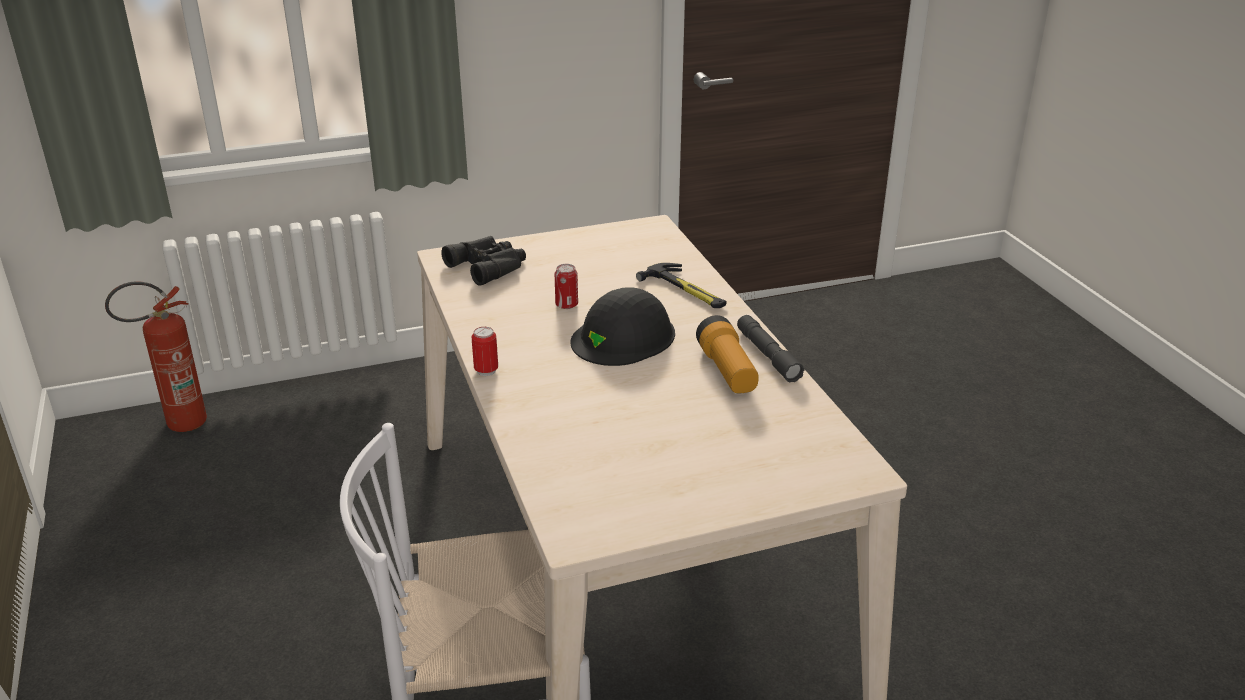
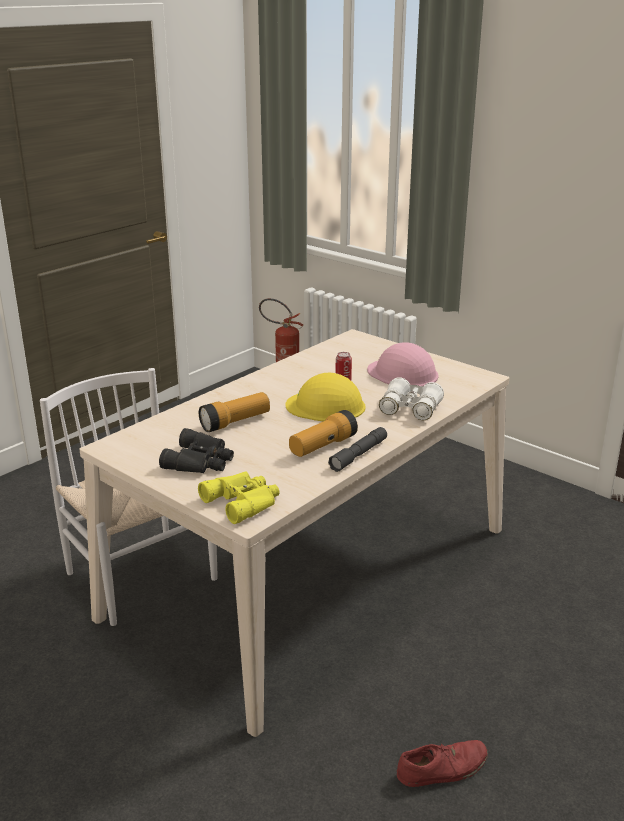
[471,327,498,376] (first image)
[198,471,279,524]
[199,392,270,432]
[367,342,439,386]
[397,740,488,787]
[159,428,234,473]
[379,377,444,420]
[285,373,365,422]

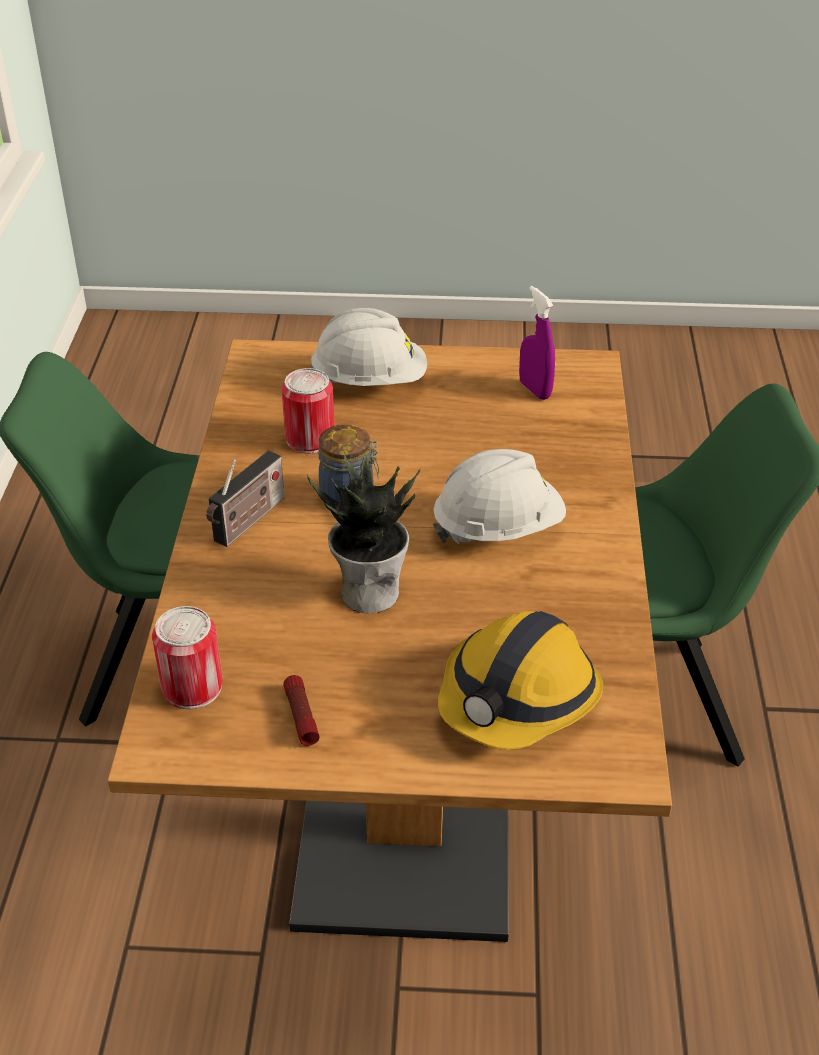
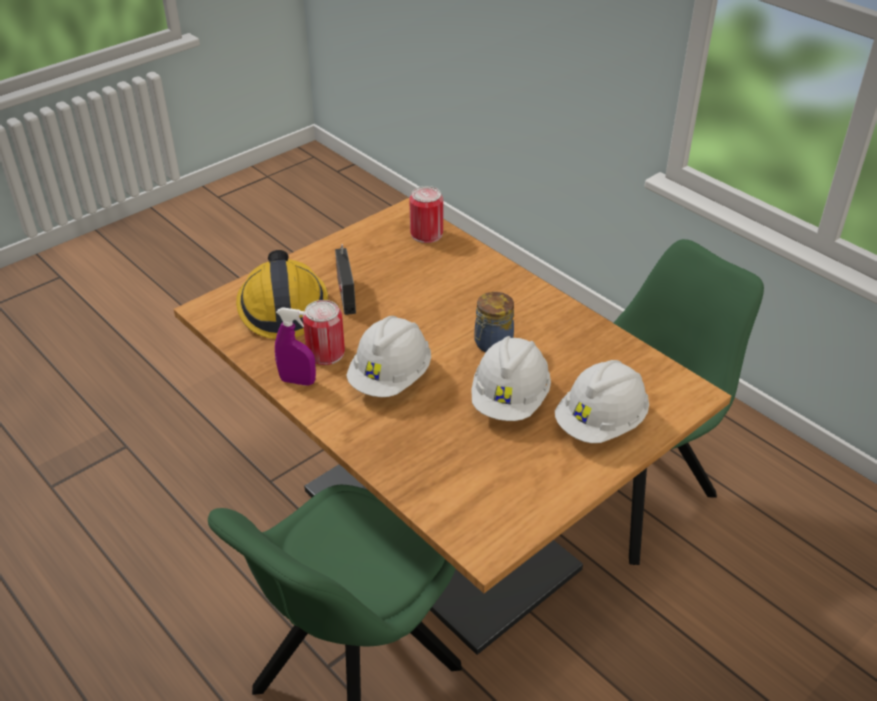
[283,675,320,746] (first image)
[307,452,421,613] (first image)
[471,336,551,421]
[335,244,356,315]
[303,300,345,365]
[275,307,316,386]

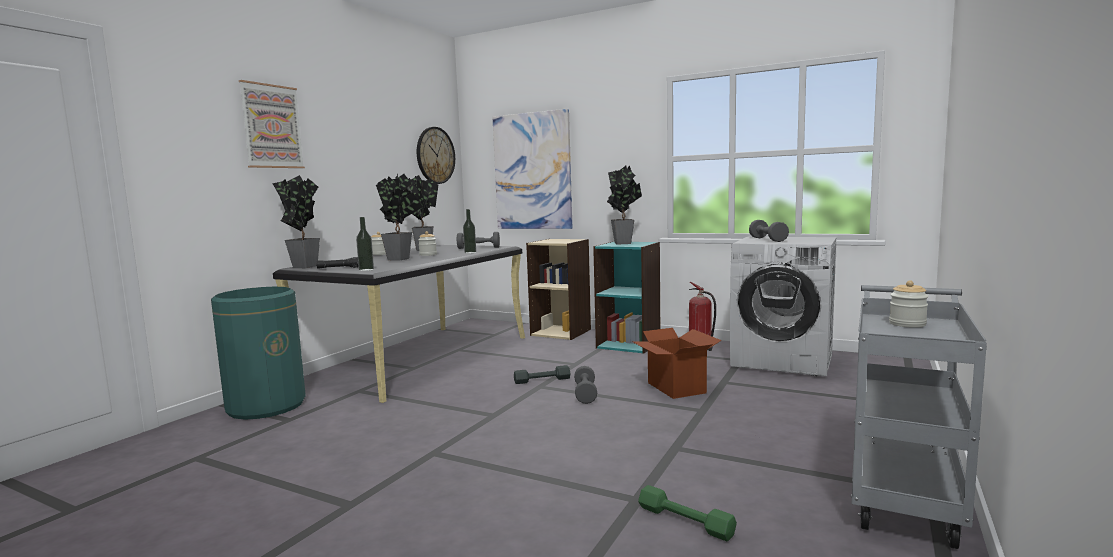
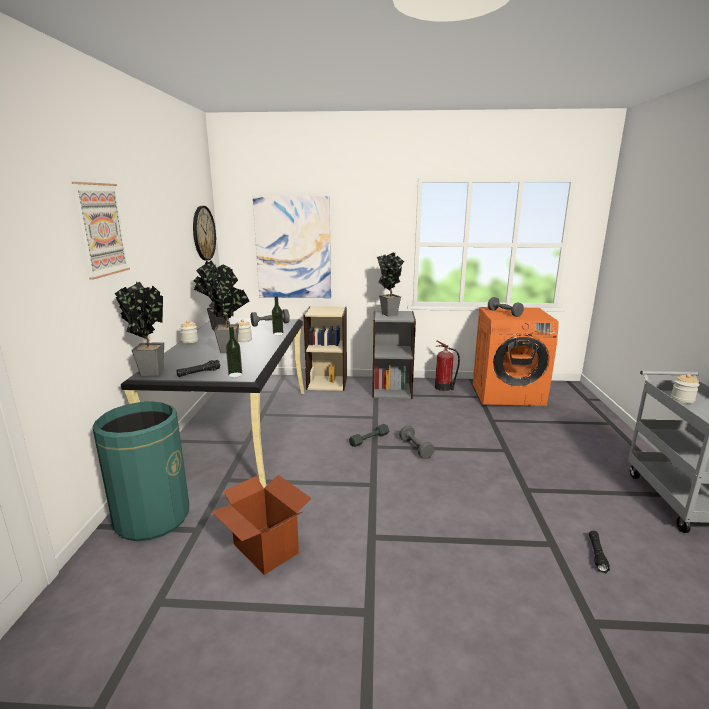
[211,475,311,575]
[589,531,610,573]
[372,310,416,399]
[473,307,559,406]

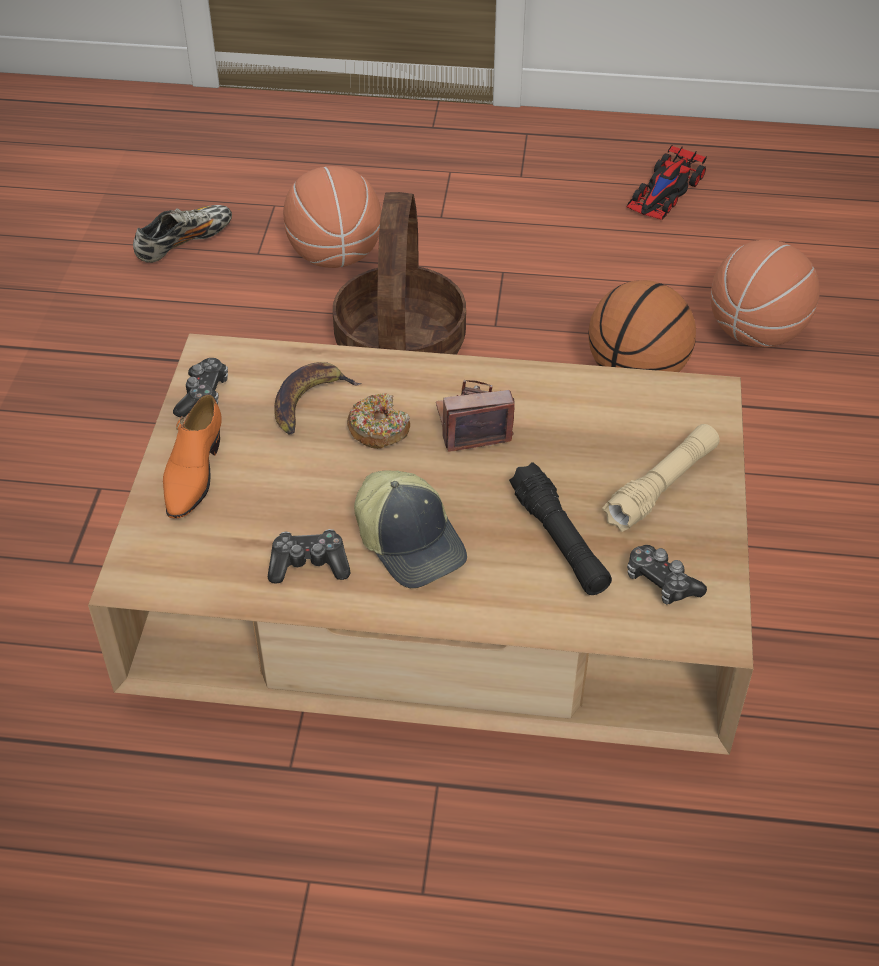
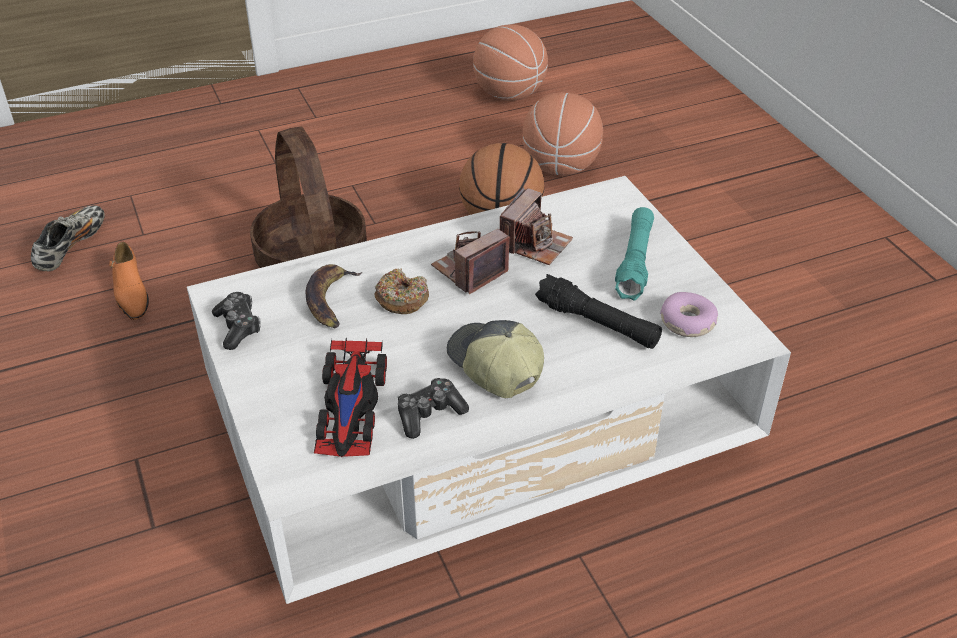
[500,187,573,265]
[109,242,149,320]
[473,24,548,101]
[314,338,387,457]
[660,292,718,337]
[187,176,791,604]
[615,207,654,300]
[447,320,544,398]

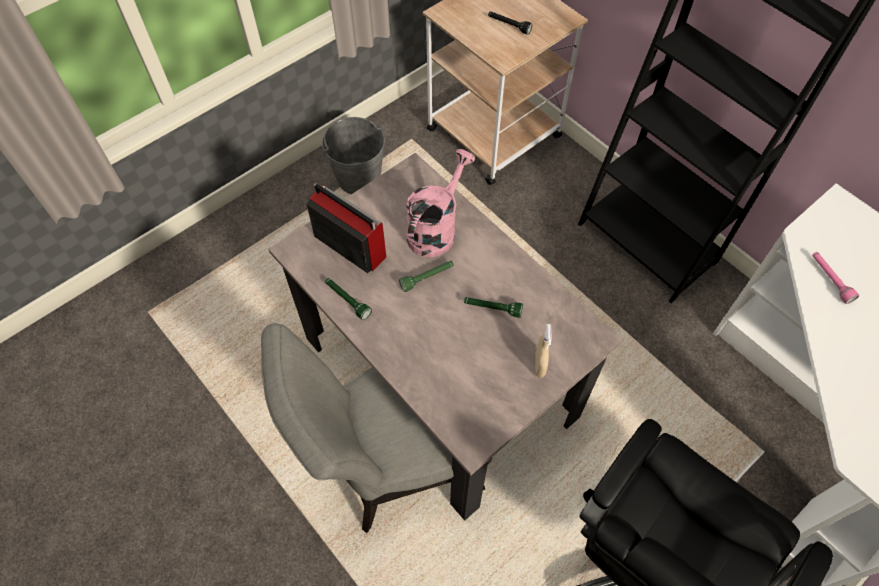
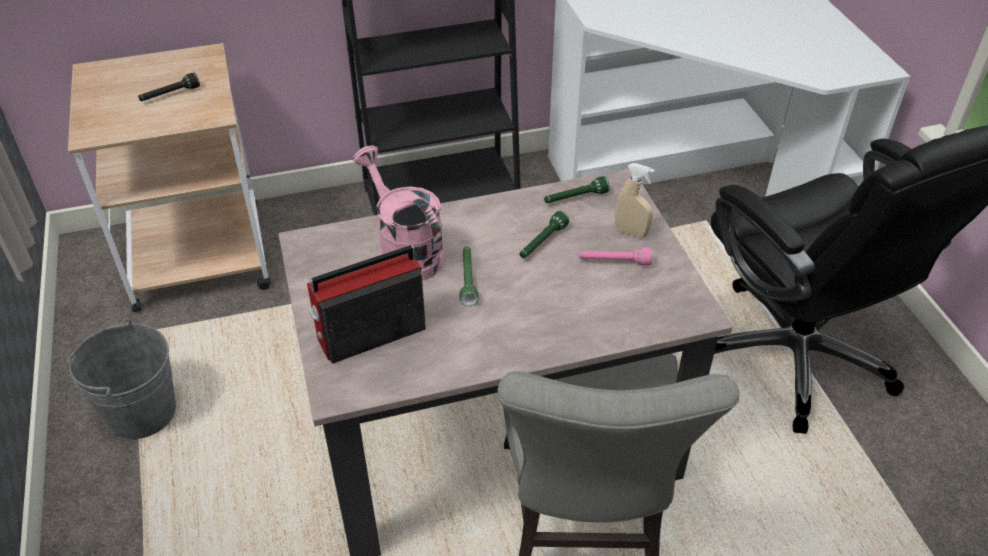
[544,176,610,203]
[579,247,652,266]

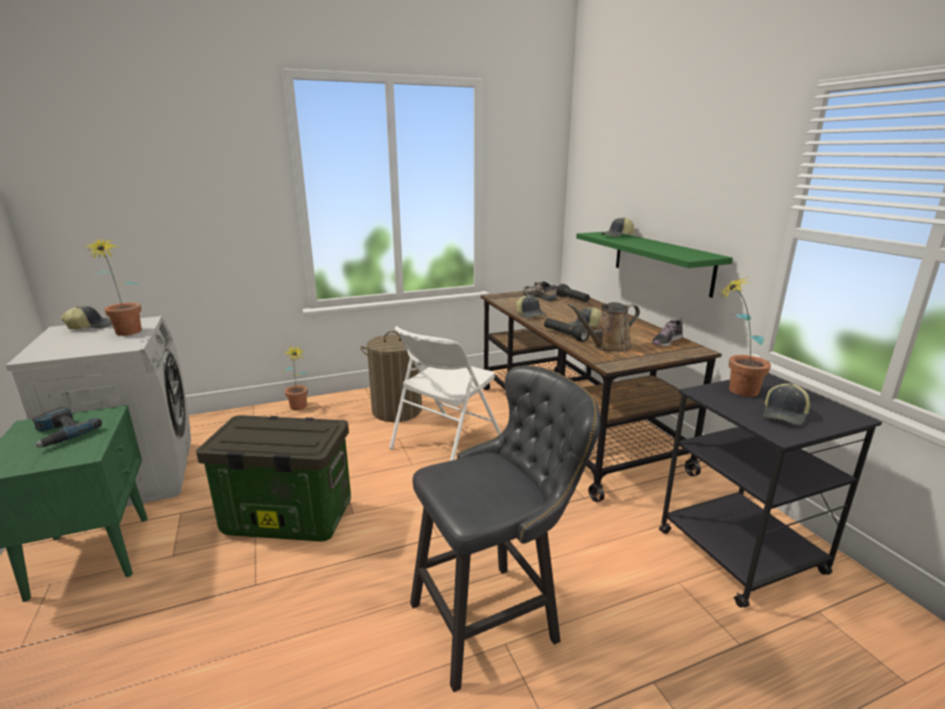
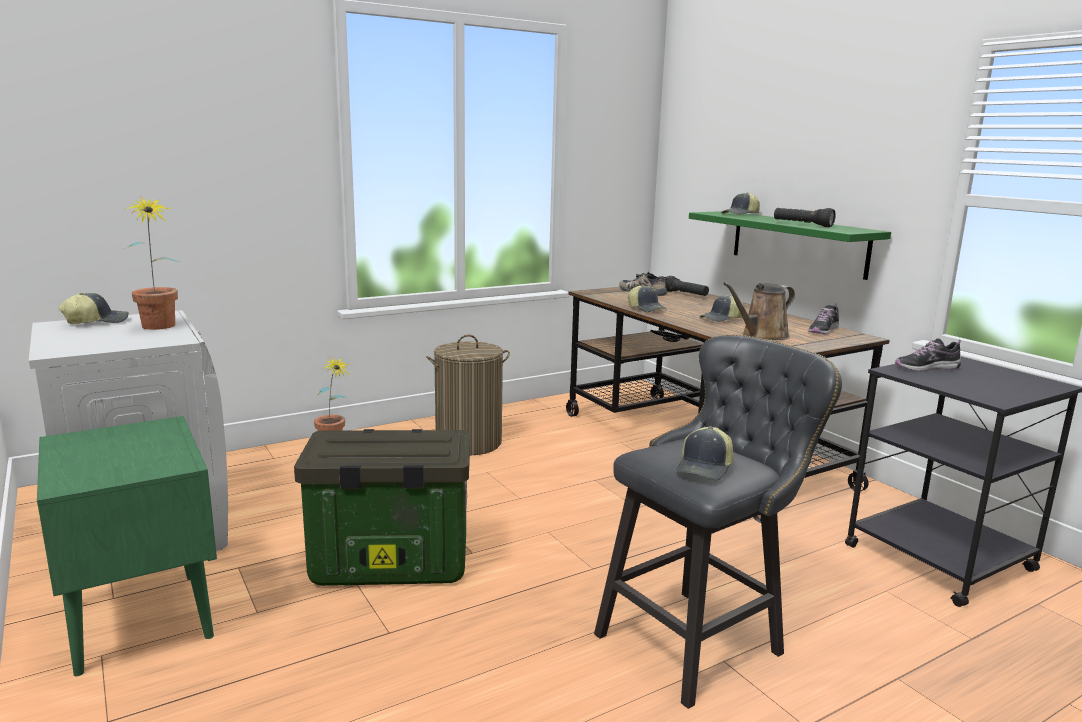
[32,407,102,448] (first image)
[389,326,501,461] (first image)
[774,208,836,227]
[676,426,733,481]
[895,338,961,371]

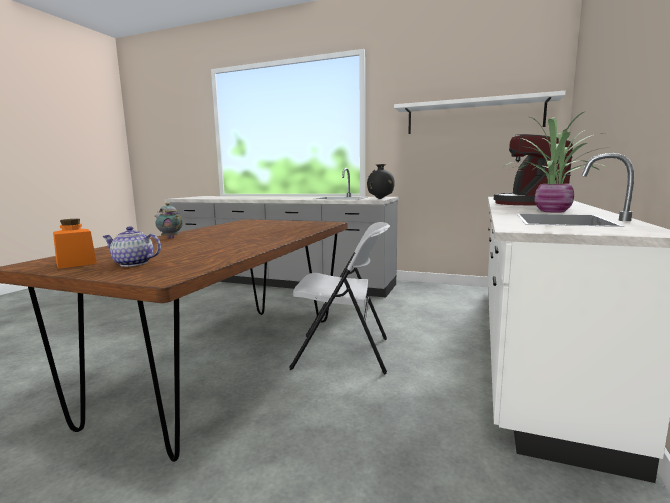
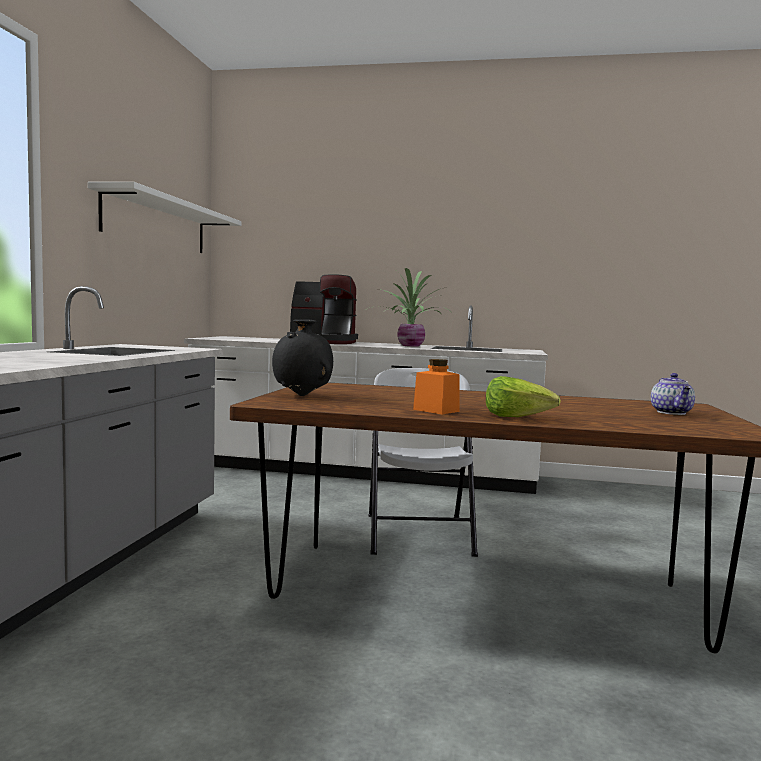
[413,359,460,414]
[272,319,333,396]
[486,376,561,417]

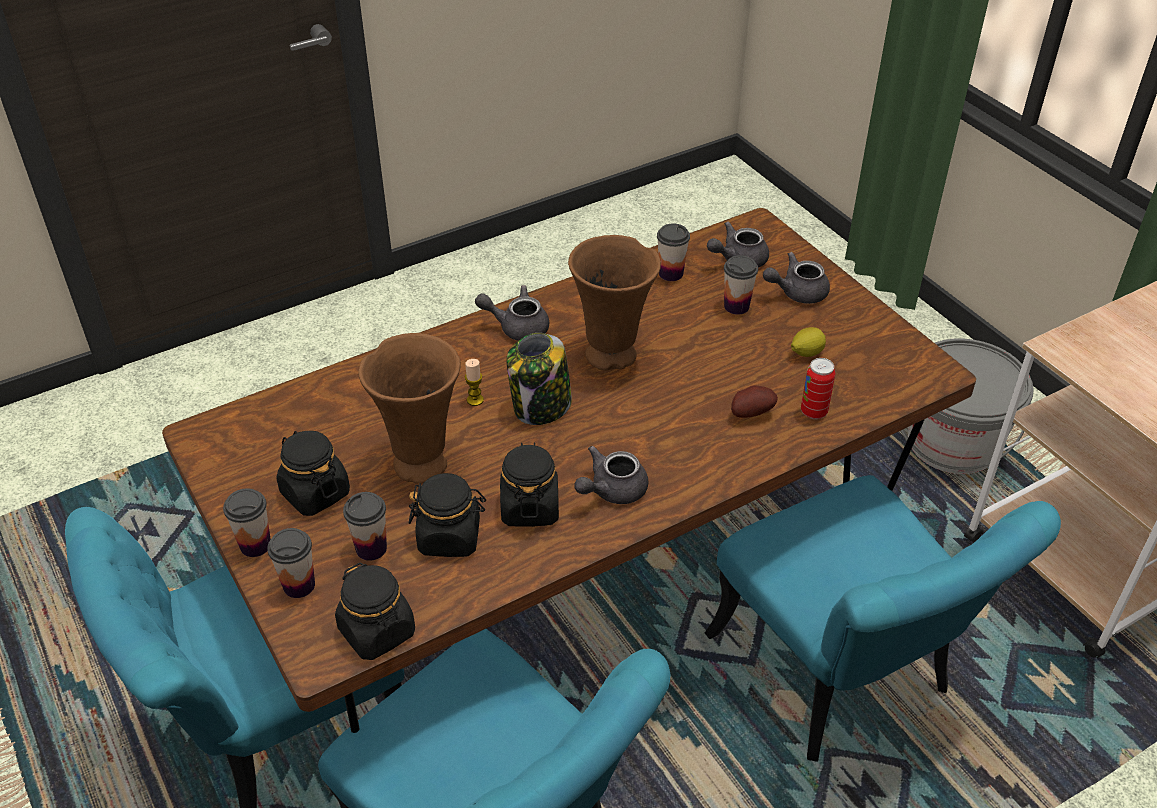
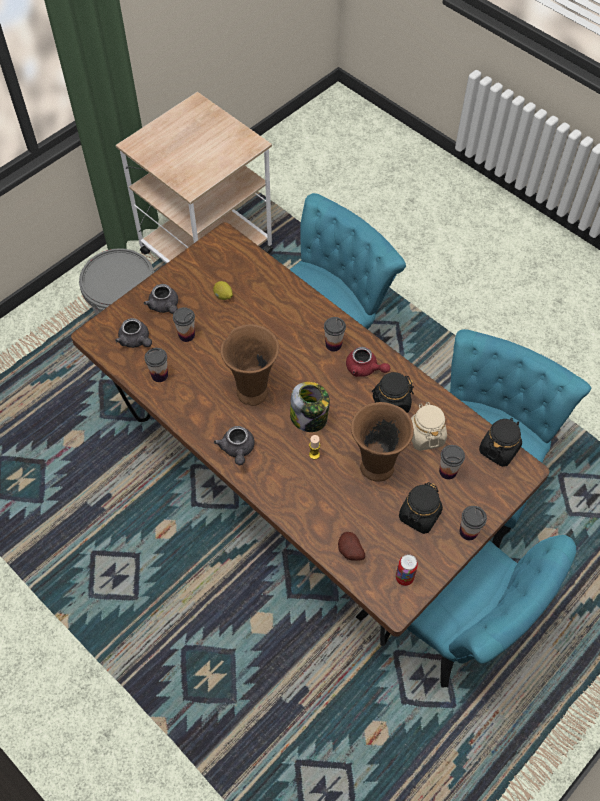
[324,317,346,351]
[338,532,365,561]
[396,554,418,586]
[411,402,447,451]
[346,347,390,377]

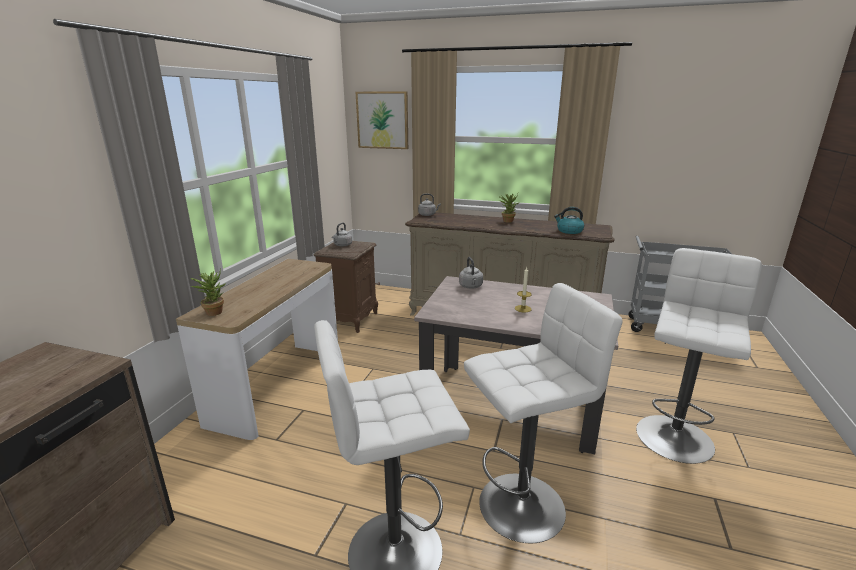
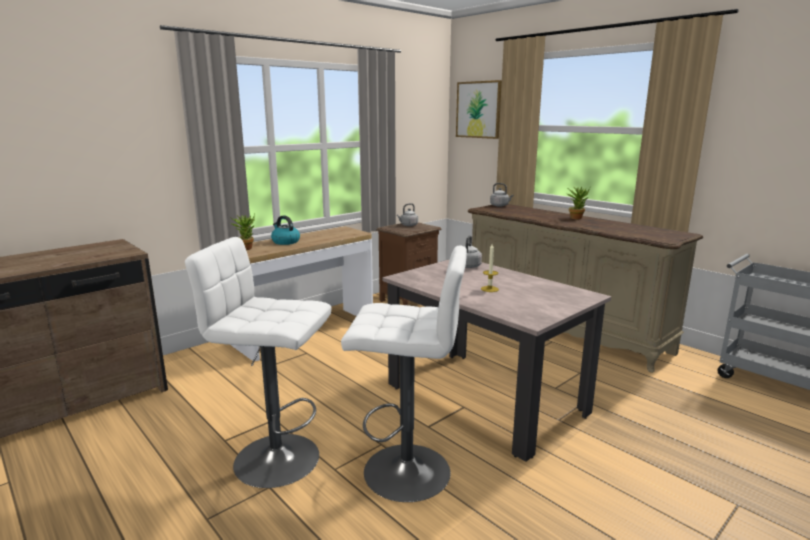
[636,248,762,464] (first image)
[271,215,300,245]

